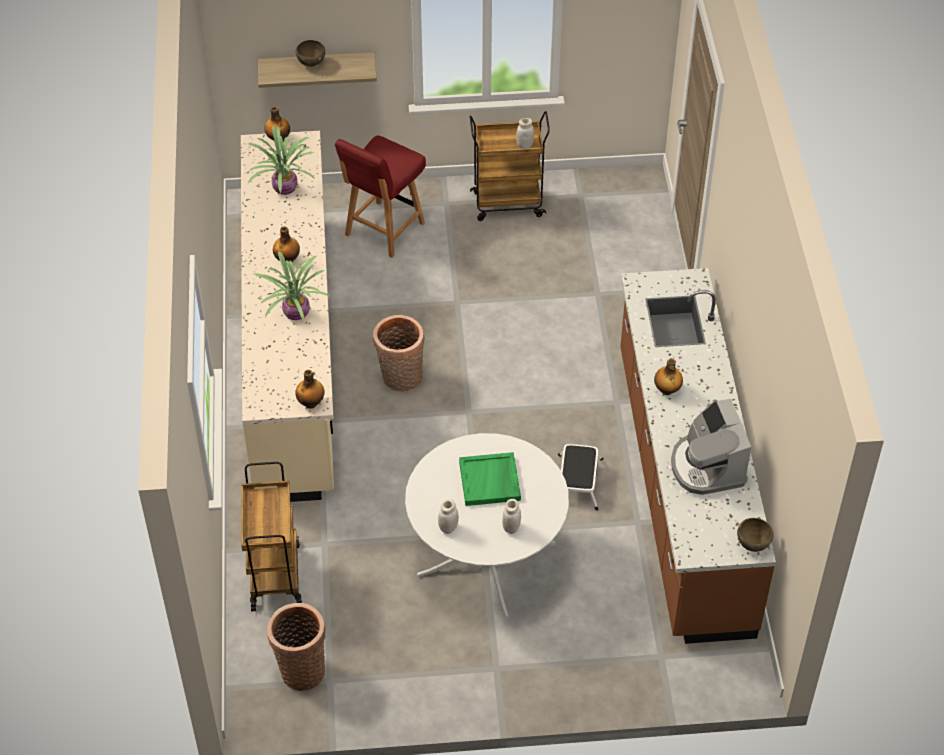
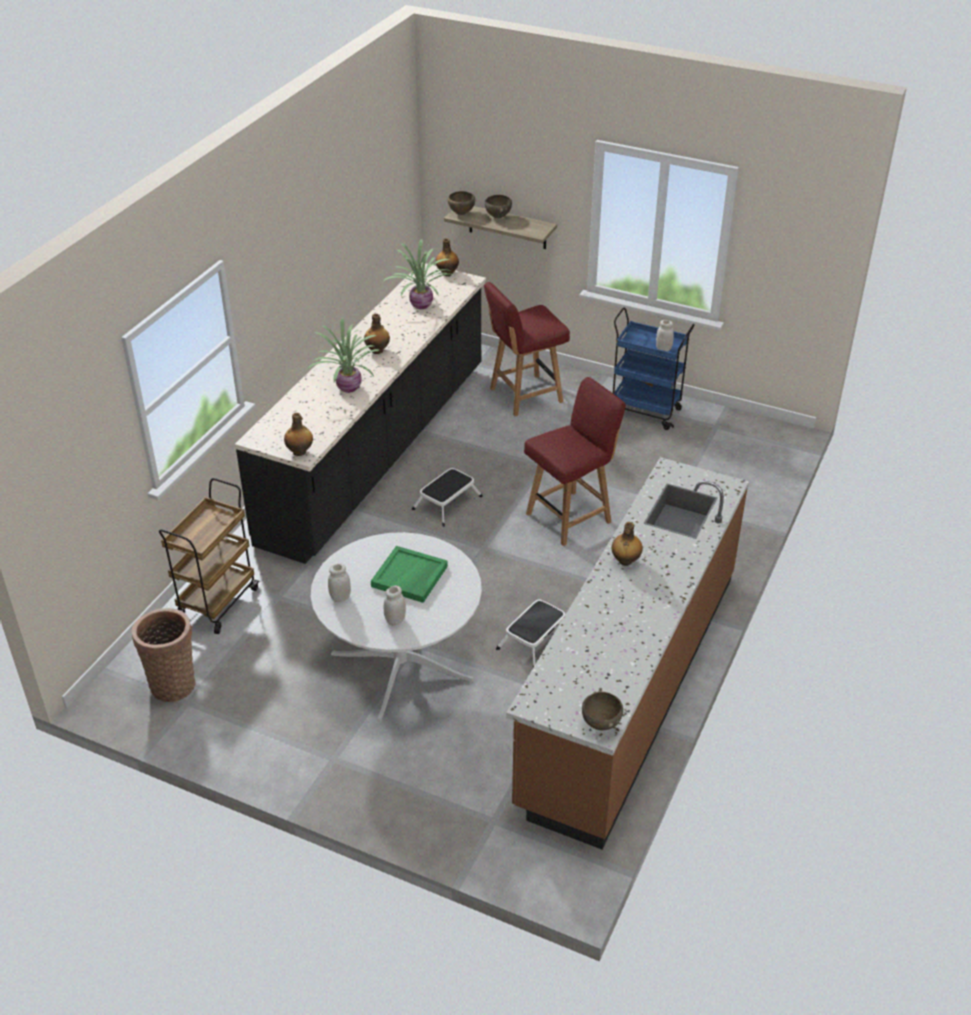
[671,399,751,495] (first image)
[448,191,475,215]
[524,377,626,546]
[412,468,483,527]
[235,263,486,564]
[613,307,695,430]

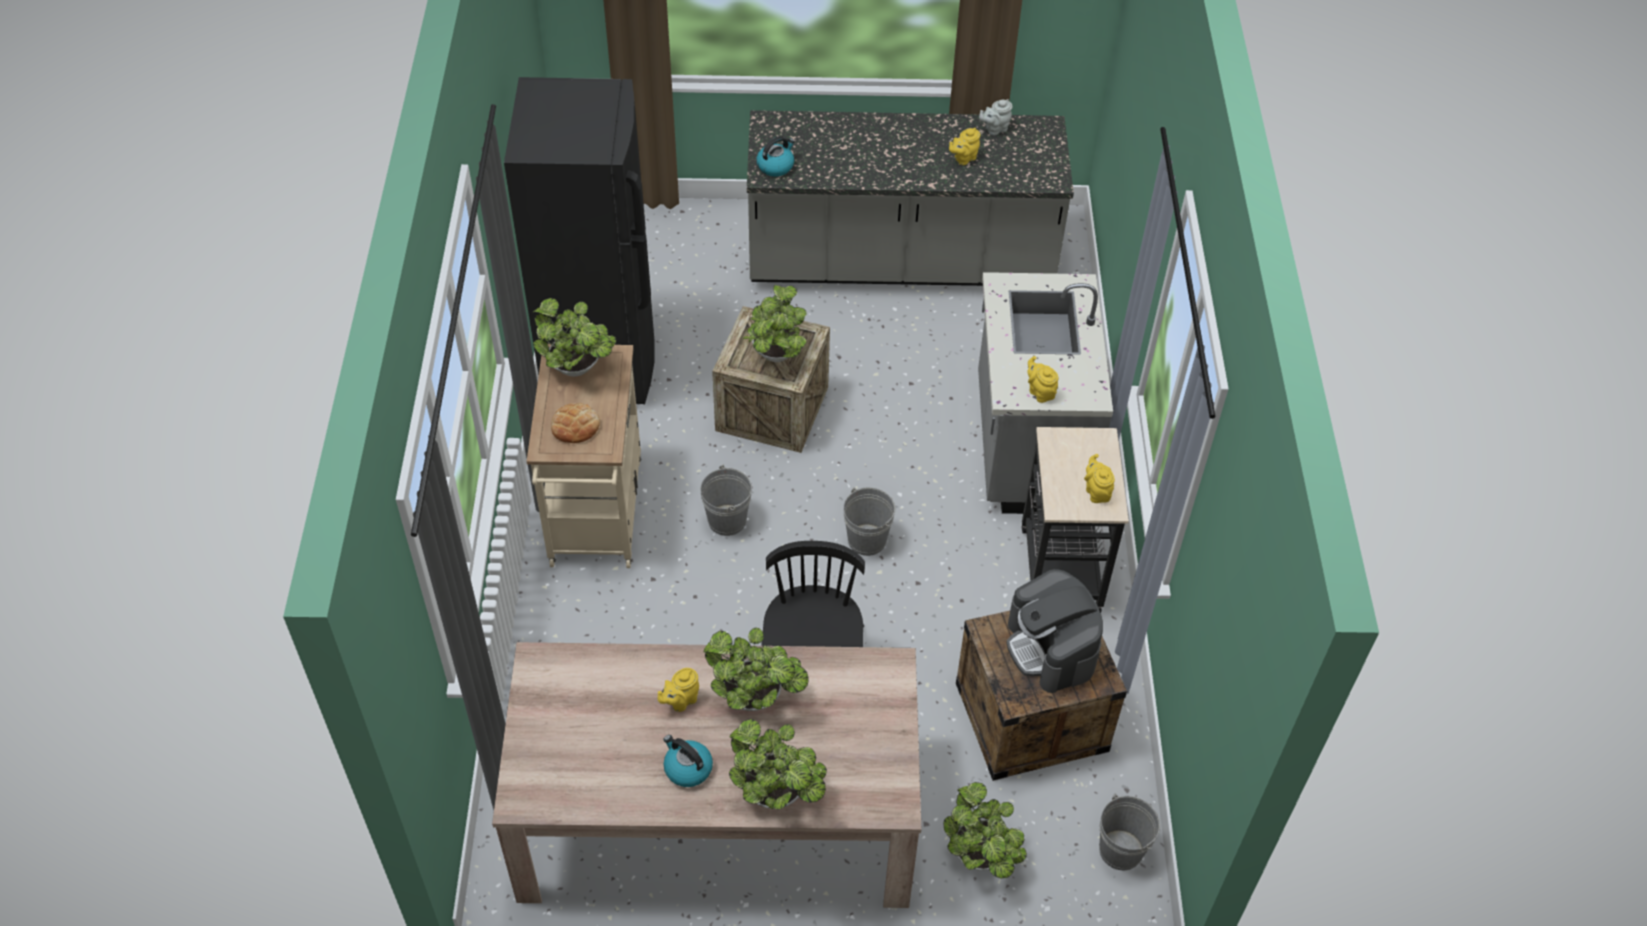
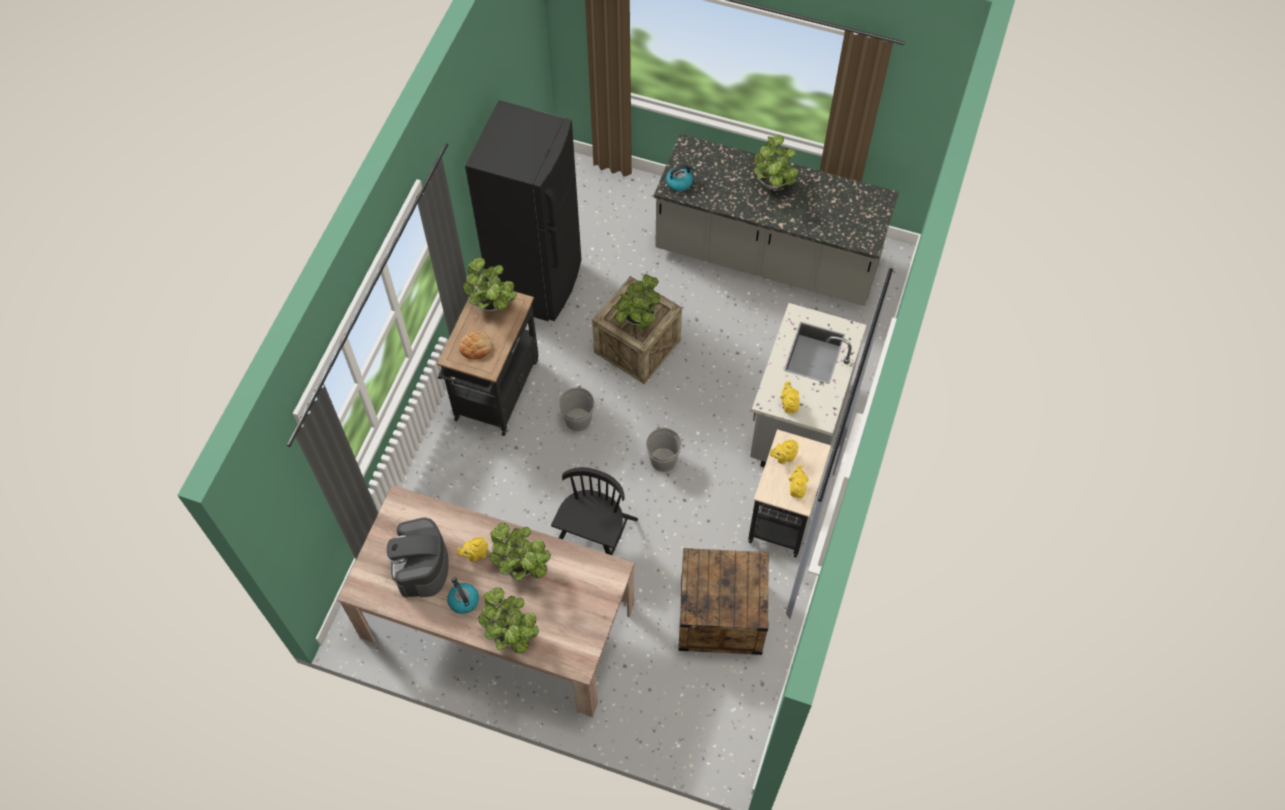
[979,99,1013,135] (first image)
[1099,793,1160,870] (first image)
[753,135,798,189]
[770,440,799,464]
[387,517,449,598]
[437,286,539,436]

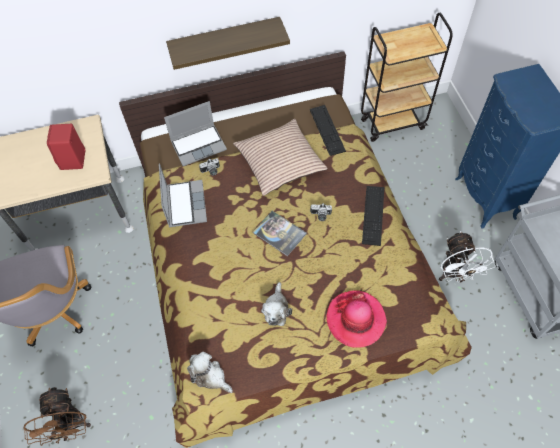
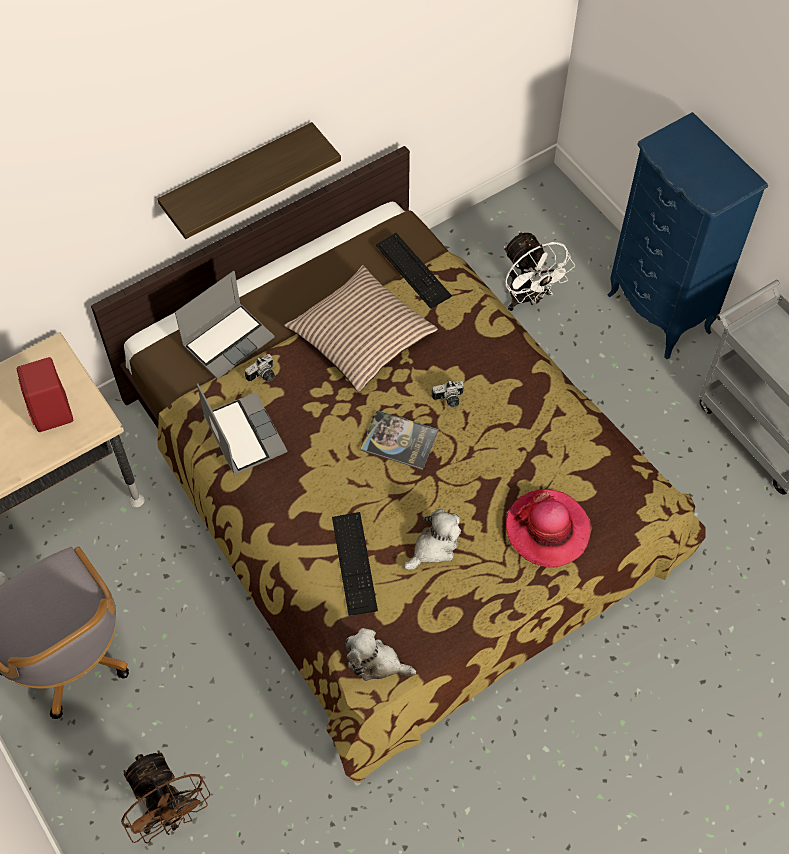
[361,13,453,142] (first image)
[332,512,378,616]
[504,231,575,311]
[404,509,461,570]

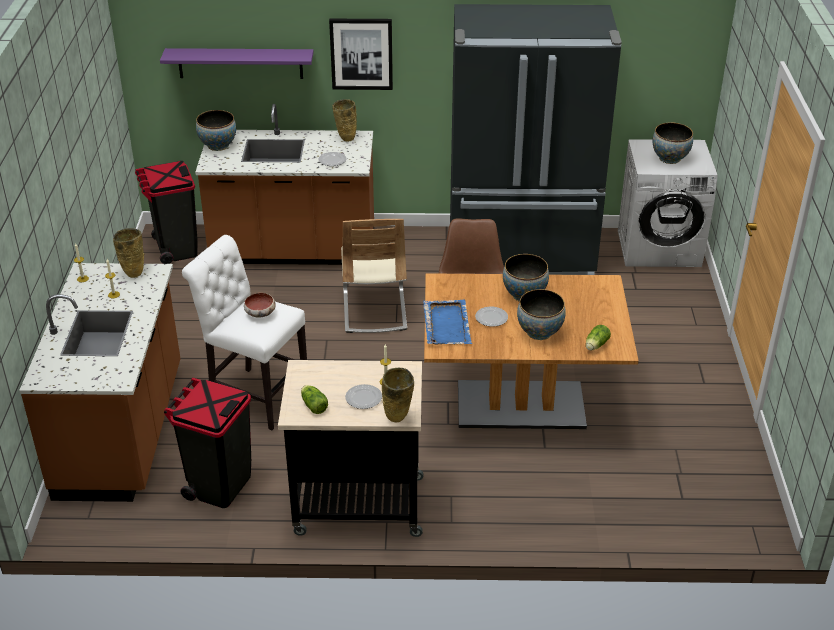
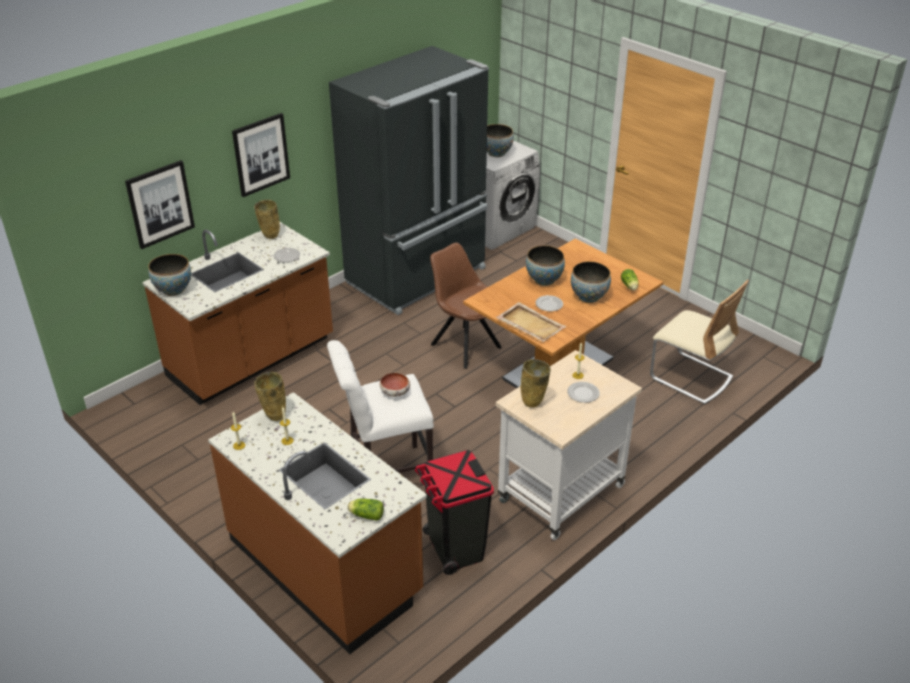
[135,161,198,264] (first image)
[347,498,384,521]
[650,280,749,405]
[520,359,551,408]
[125,160,195,249]
[496,350,642,540]
[496,302,566,342]

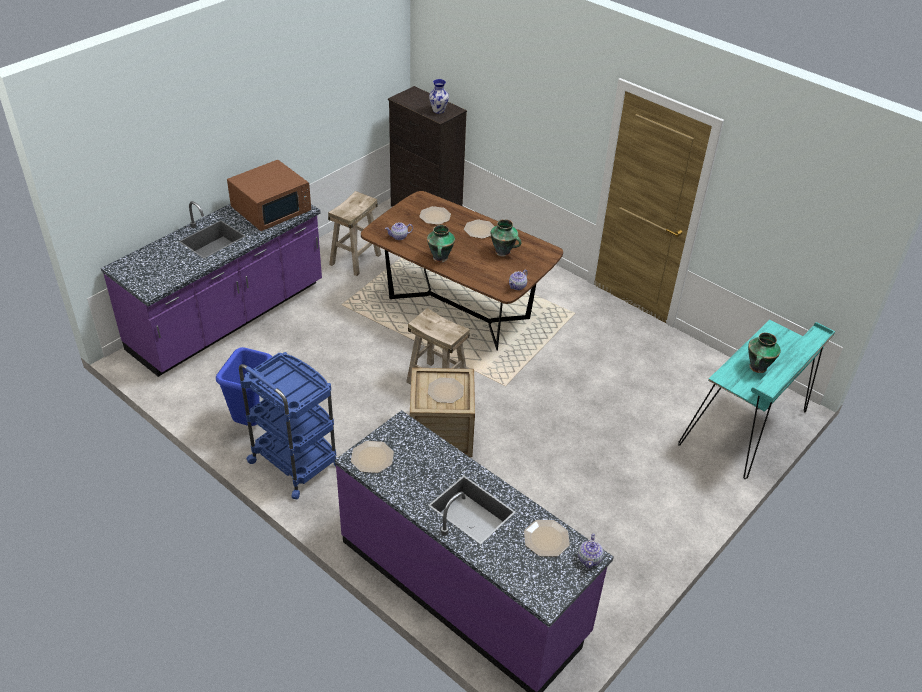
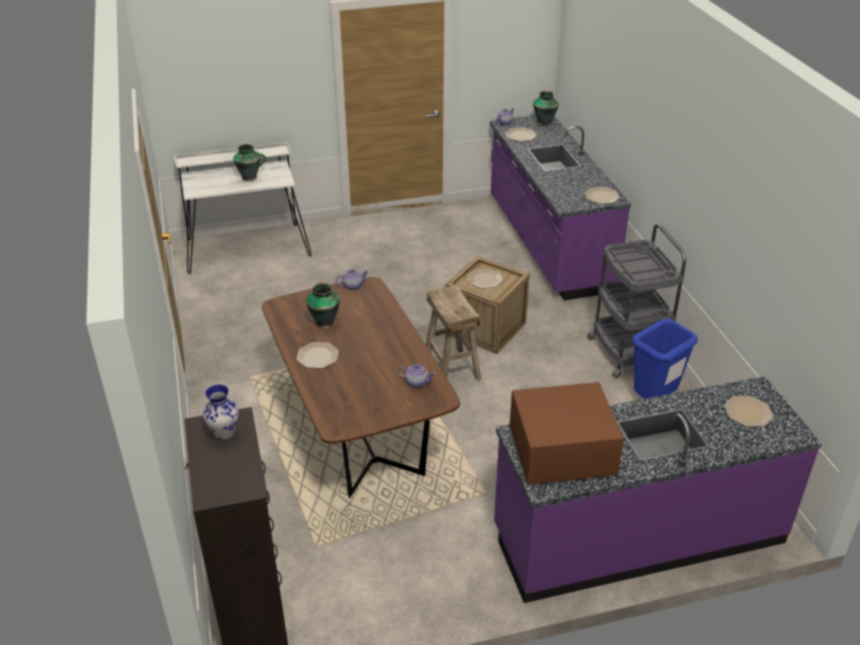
[328,191,381,276] (first image)
[724,396,774,427]
[533,91,559,127]
[587,224,686,378]
[174,142,312,274]

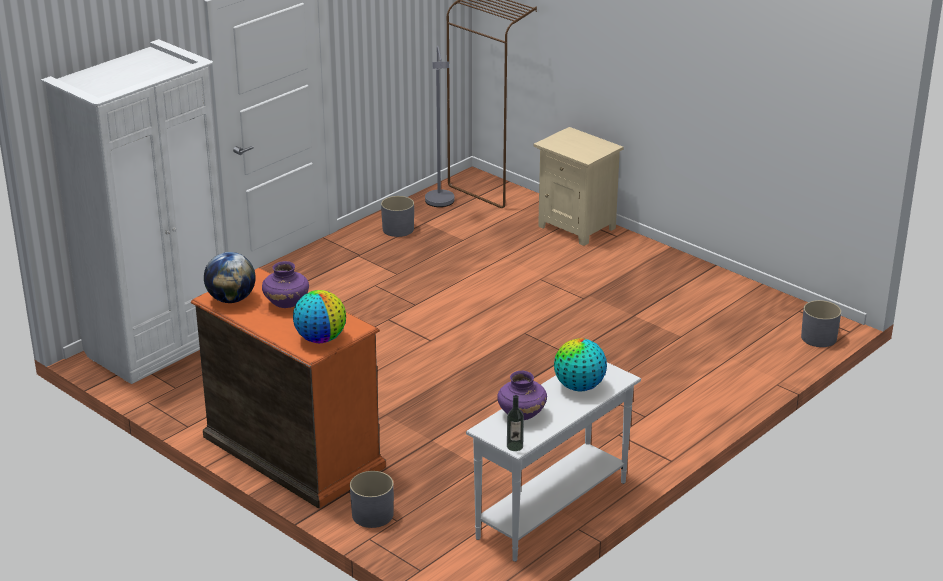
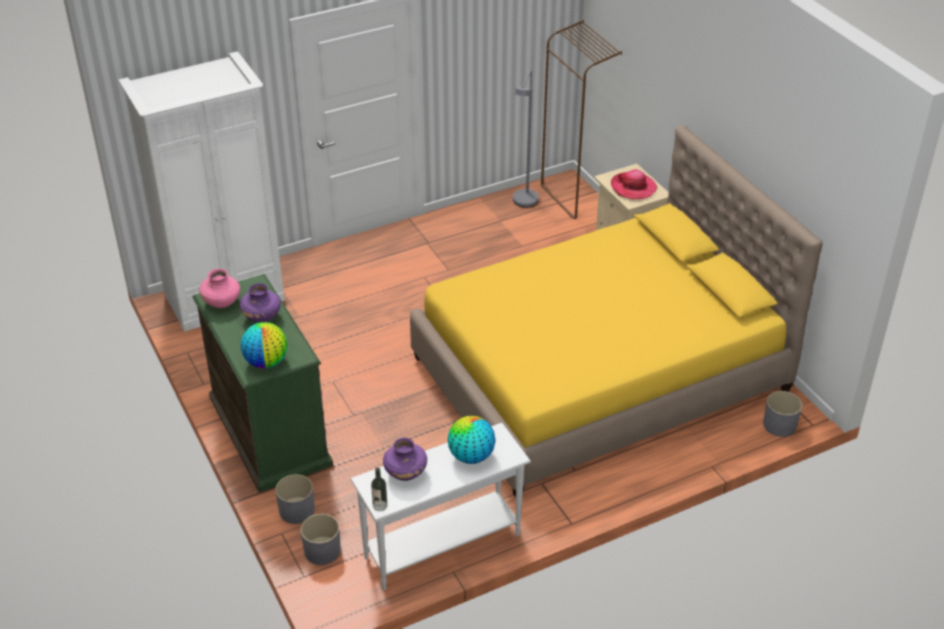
[410,125,823,497]
[611,169,657,199]
[301,514,341,565]
[199,269,240,308]
[193,274,333,492]

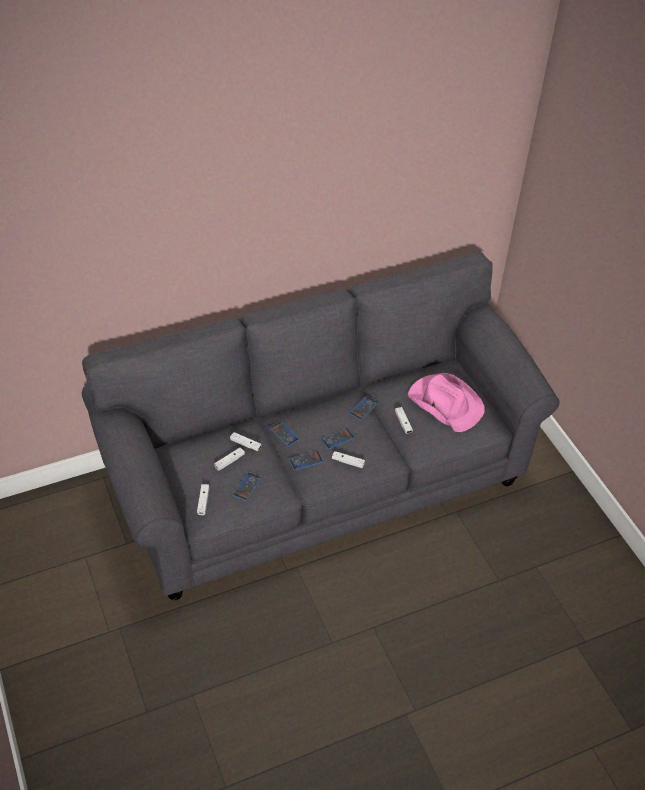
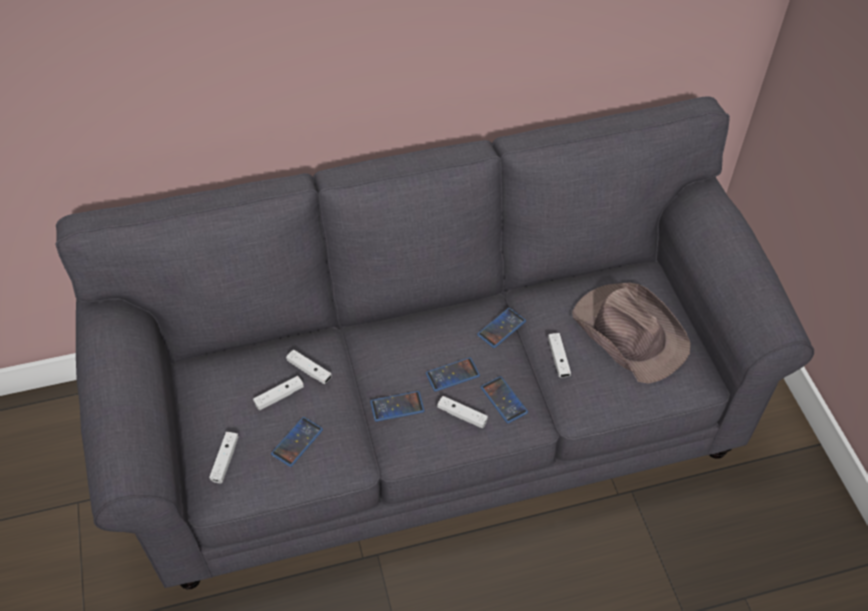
[481,376,528,423]
[572,283,691,384]

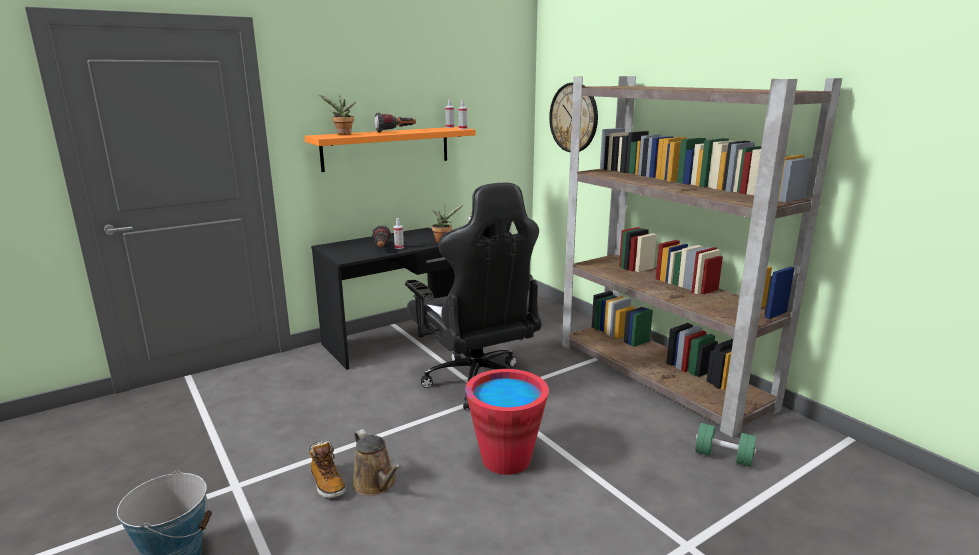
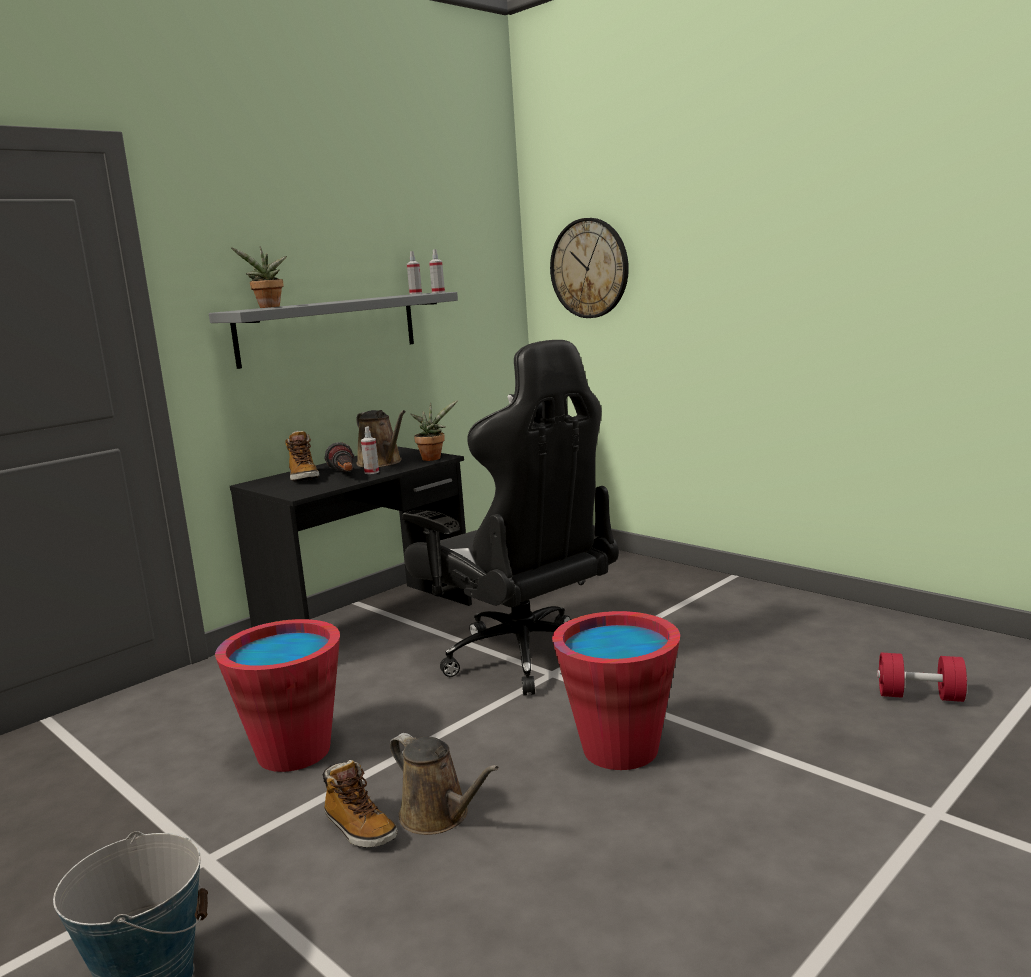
[375,113,416,132] (first image)
[562,76,842,438] (first image)
[215,619,340,772]
[285,431,319,481]
[356,410,406,467]
[209,292,458,369]
[877,652,967,702]

